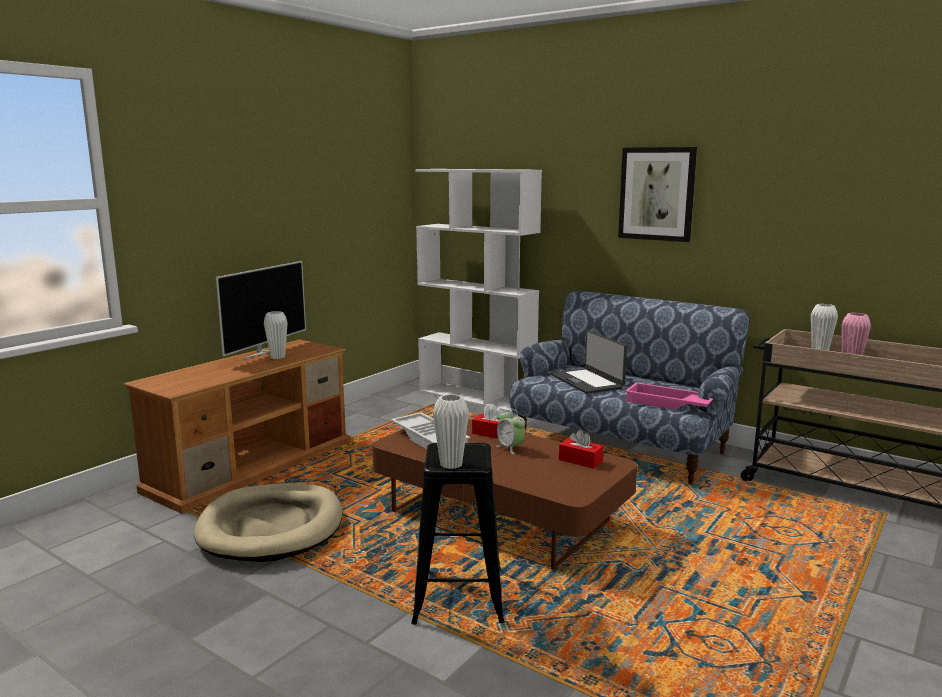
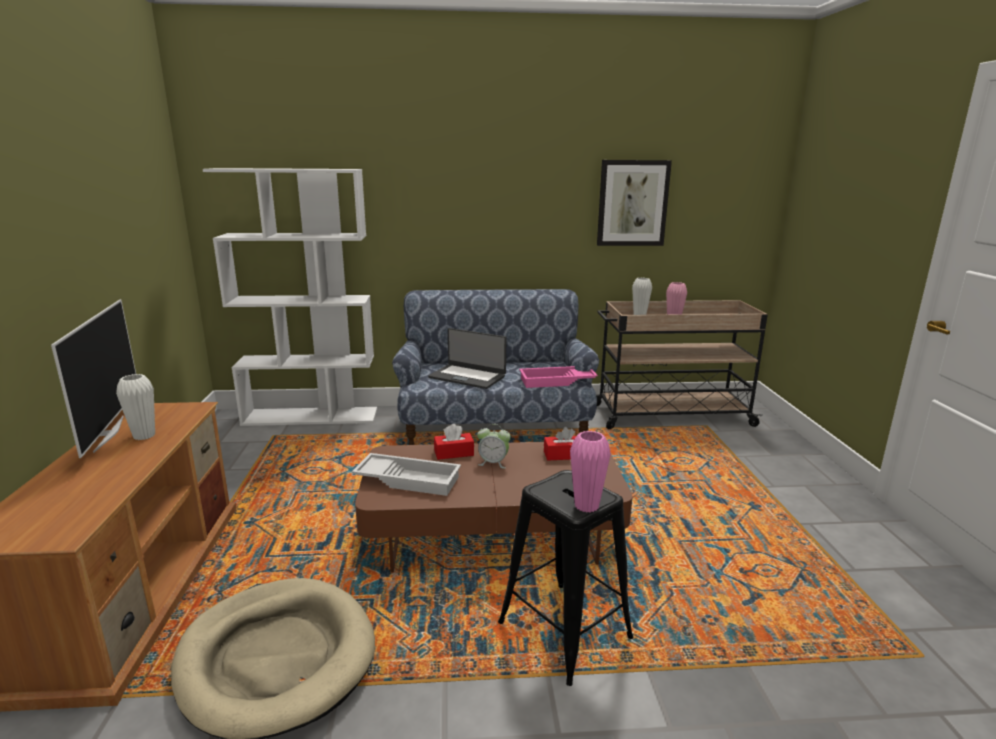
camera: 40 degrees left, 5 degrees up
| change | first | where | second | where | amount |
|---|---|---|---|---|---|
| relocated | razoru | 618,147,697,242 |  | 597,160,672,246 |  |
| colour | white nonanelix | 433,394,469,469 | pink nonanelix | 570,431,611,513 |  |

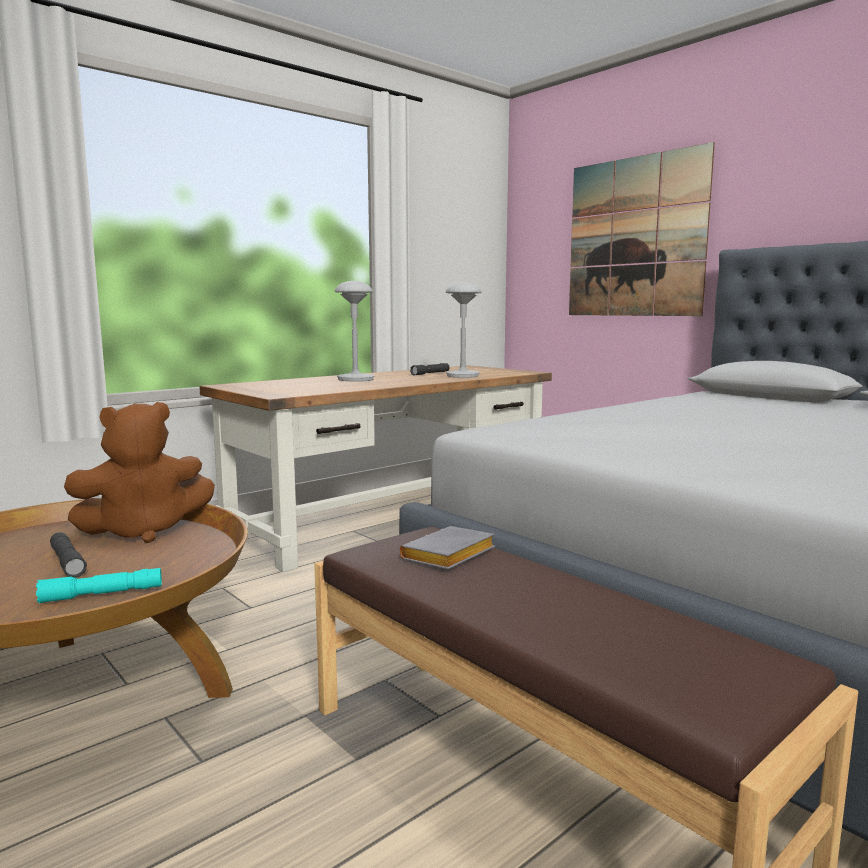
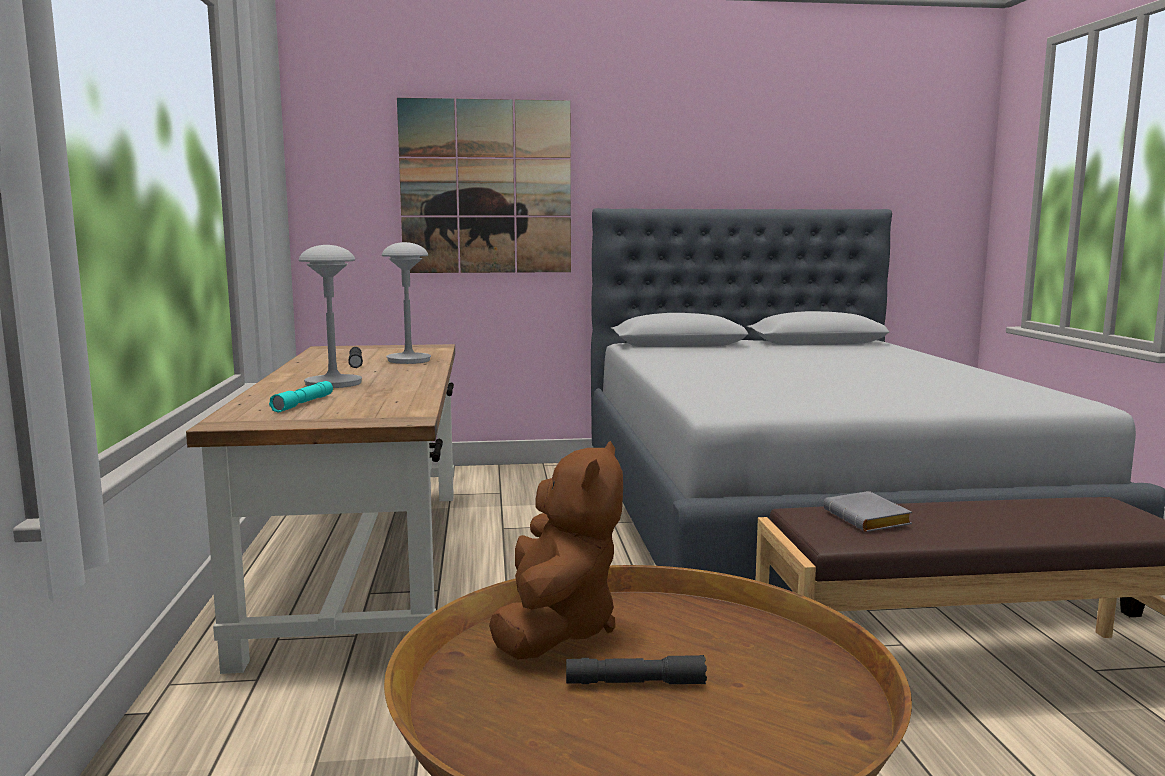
camera: 55 degrees left, 0 degrees up
| change | first | where | second | where | amount |
|---|---|---|---|---|---|
| relocated | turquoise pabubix | 36,568,162,603 |  | 269,381,333,413 |  |

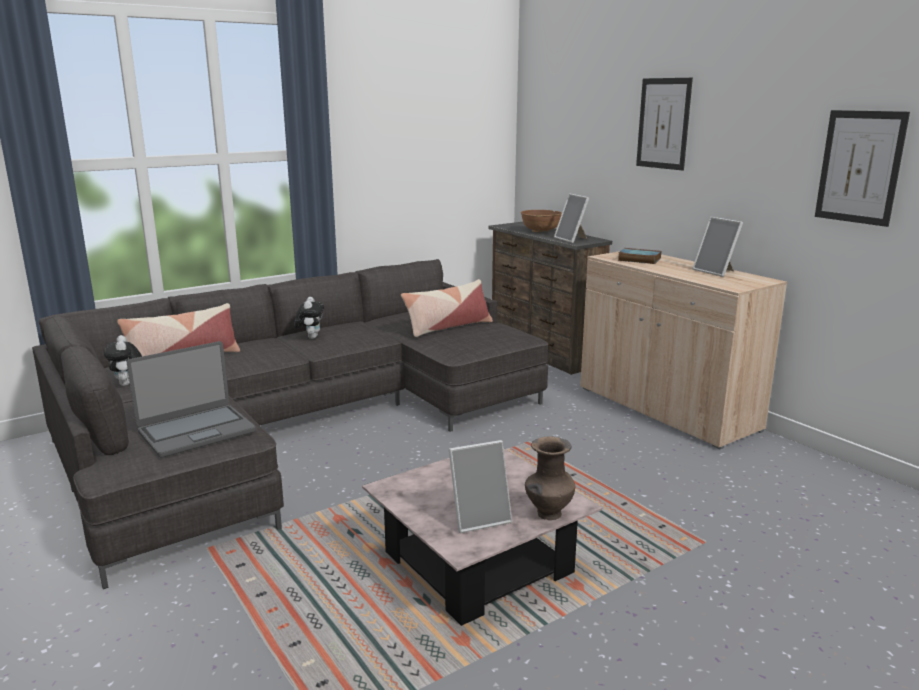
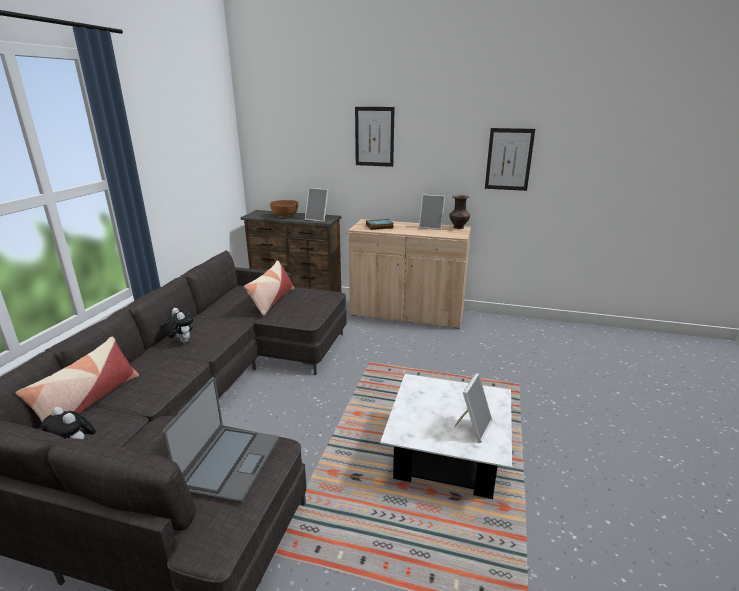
camera: 40 degrees left, 5 degrees up
| change | first | where | second | where | amount |
|---|---|---|---|---|---|
| relocated | brown nonanelix | 525,437,575,520 |  | 449,195,470,229 |  |
| colour | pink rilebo | 362,448,602,626 | white rilebo | 380,374,512,499 |  |

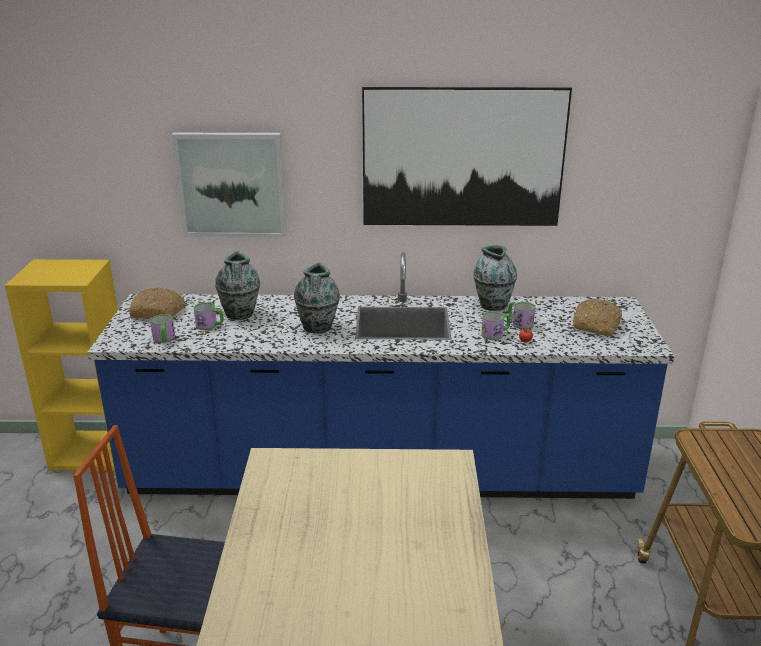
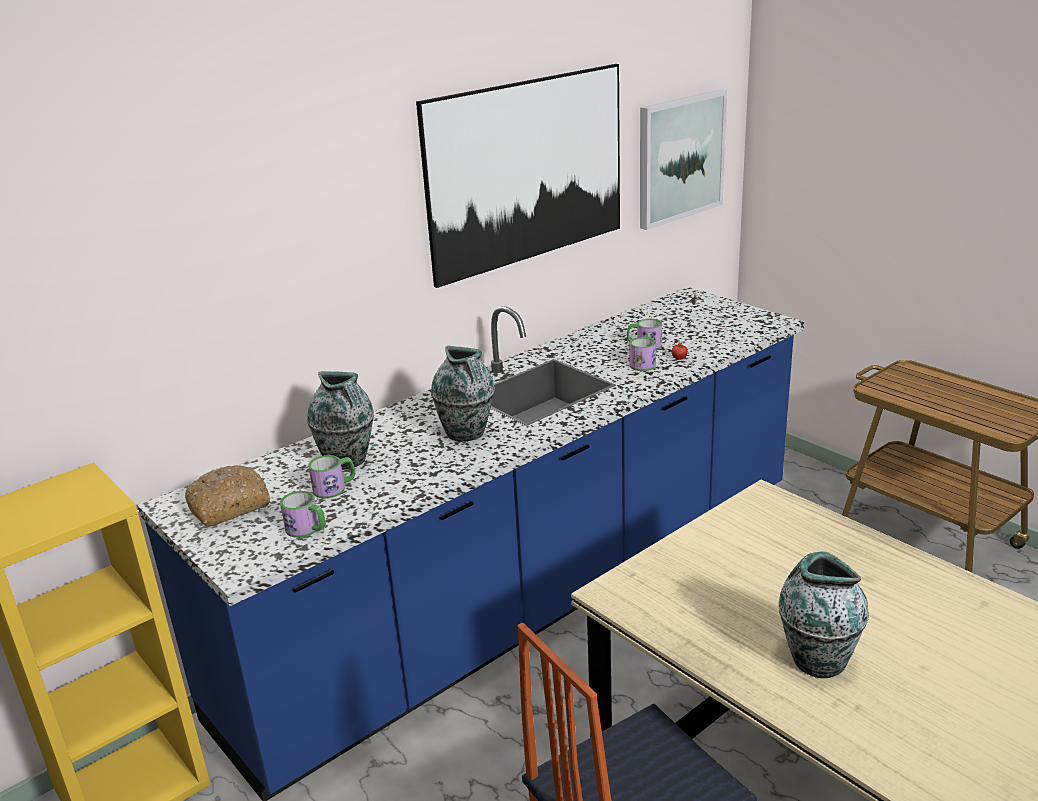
camera: 40 degrees left, 0 degrees up
| change | first | where | second | where | amount |
|---|---|---|---|---|---|
| relocated | razoru | 172,133,287,237 |  | 640,89,727,230 |  |
| relocated | nonanelix | 473,245,517,311 |  | 778,551,869,678 |  |
| missing | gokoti | 573,299,622,336 |  |  |  |

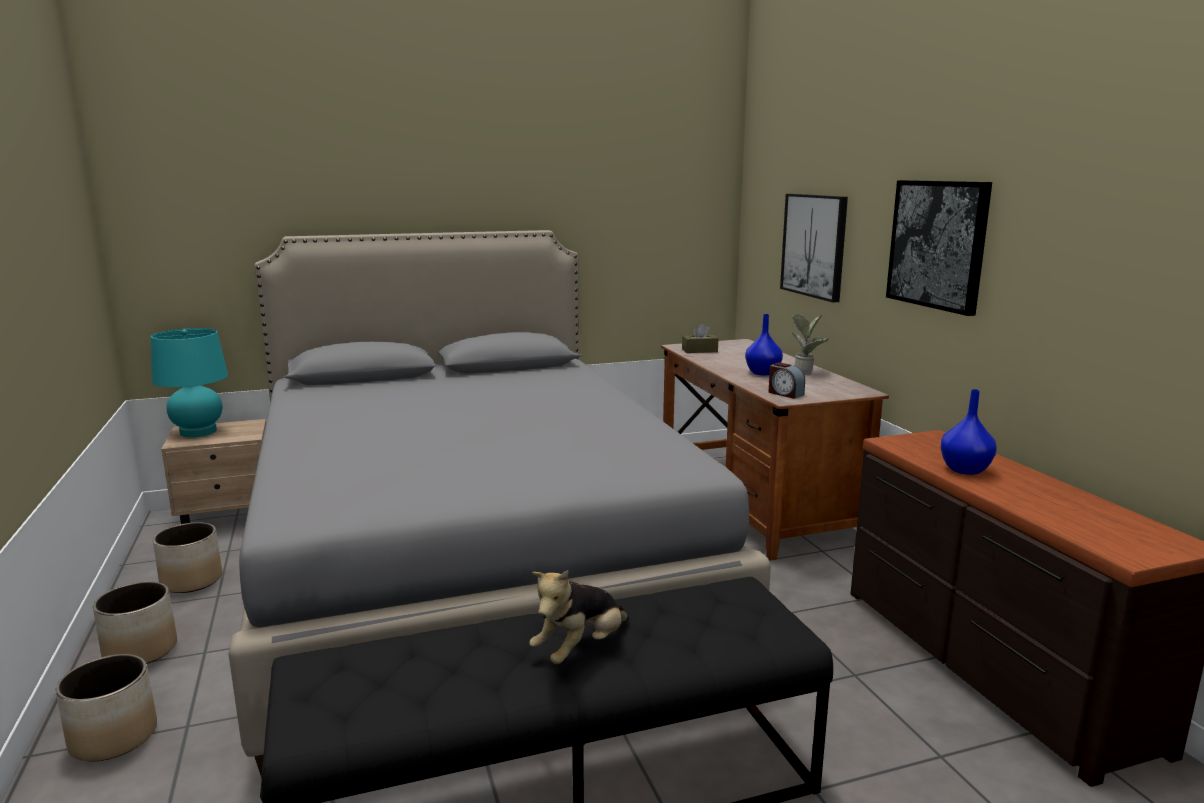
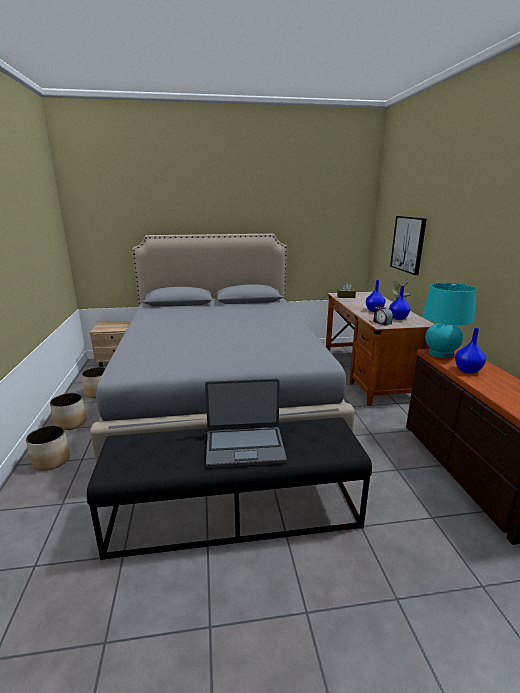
camera: 10 degrees right, 5 degrees up
| change | first | where | second | where | amount |
|---|---|---|---|---|---|
| missing | razoru | 886,180,992,316 |  |  |  |
| relocated | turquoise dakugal | 151,328,228,437 |  | 422,283,476,358 |  |
| exchanged | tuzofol | 529,570,629,664 | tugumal | 205,379,287,468 |  |
| appeared |  |  | blue nonanelix | 389,286,411,320 |  |

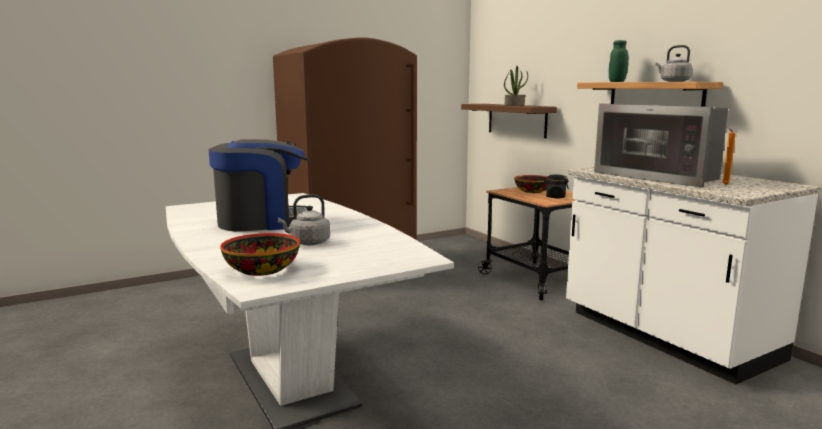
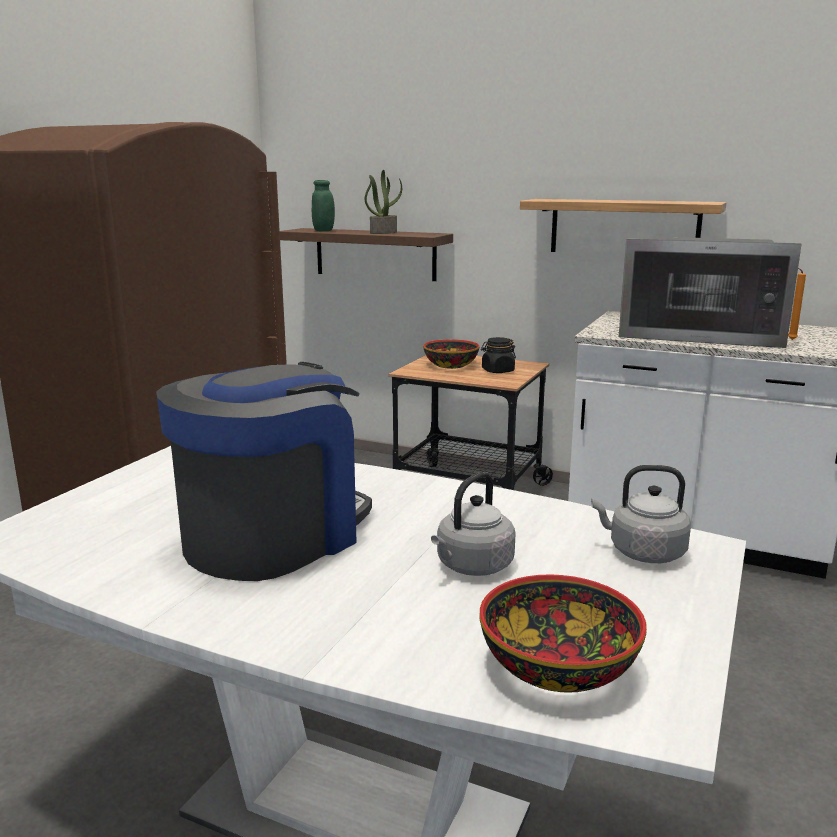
camera: 35 degrees left, 5 degrees up
| change | first | where | second | where | amount |
|---|---|---|---|---|---|
| relocated | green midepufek | 609,40,629,82 |  | 312,180,335,231 |  |
| relocated | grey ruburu | 656,45,692,82 |  | 591,465,691,563 |  |

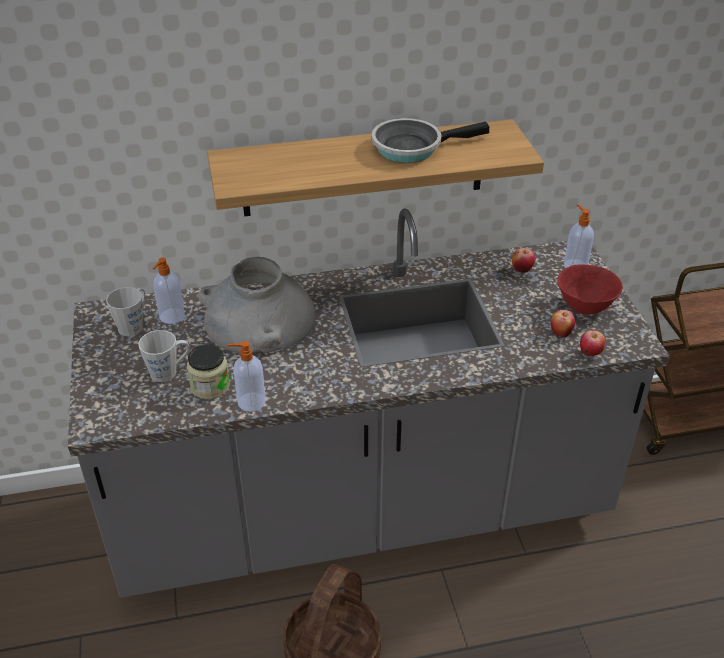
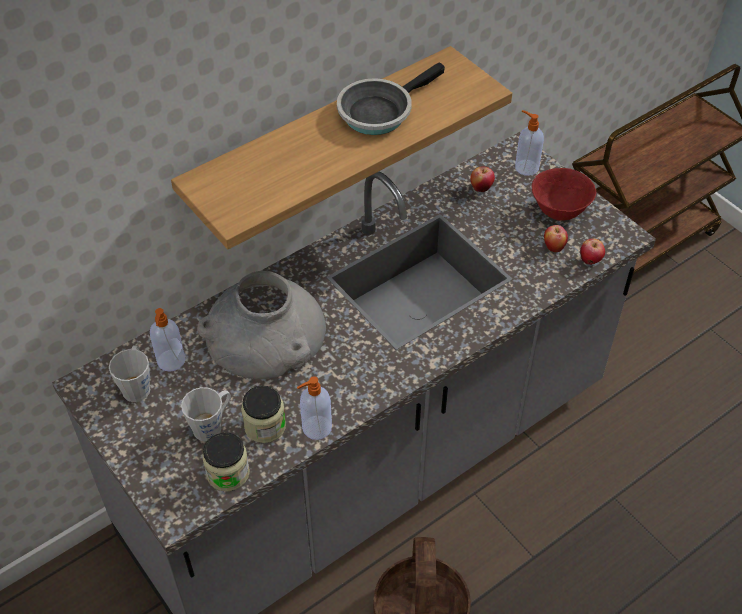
camera: 25 degrees left, 10 degrees up
| change | first | where | second | where | amount |
|---|---|---|---|---|---|
| appeared |  |  | midepufek | 202,433,250,491 |  |

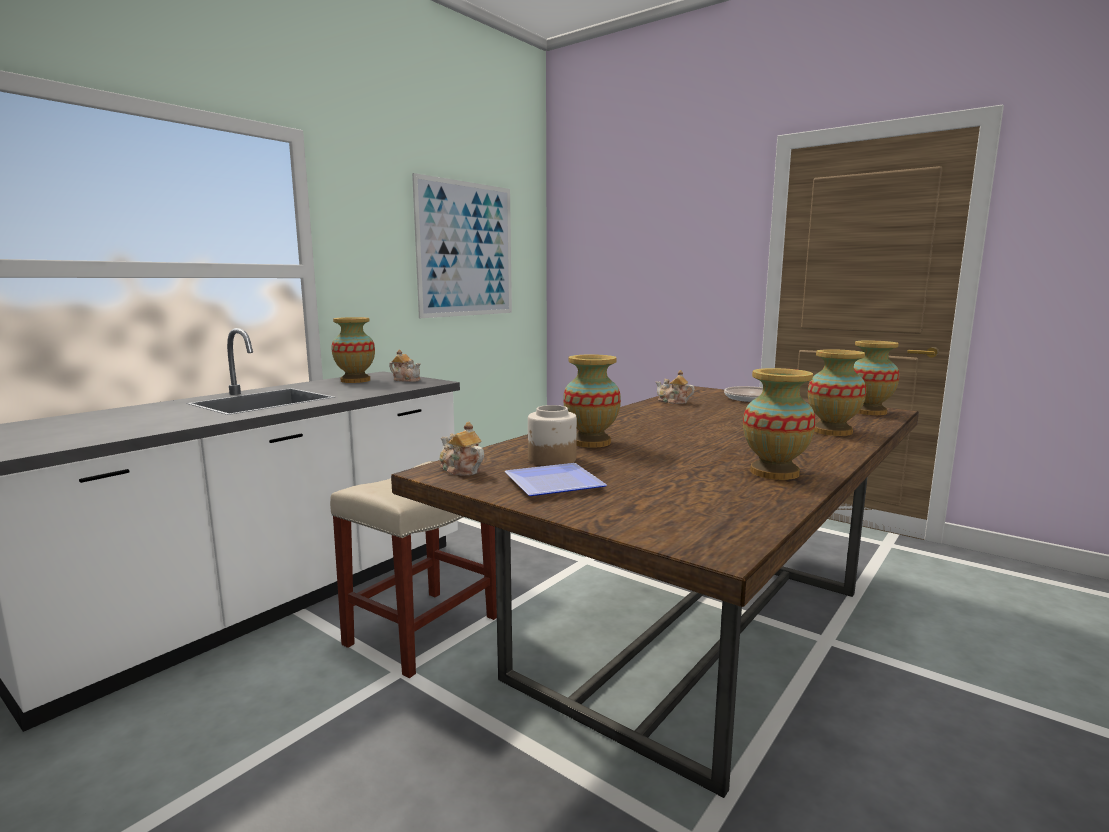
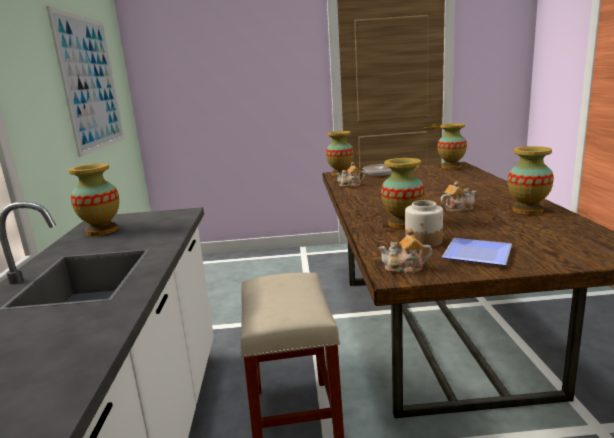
camera: 40 degrees left, 5 degrees up
| change | first | where | second | where | amount |
|---|---|---|---|---|---|
| relocated | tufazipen | 389,349,421,382 |  | 441,181,476,212 |  |
| relocated | nonanelix | 808,349,866,436 |  | 326,131,354,176 |  |

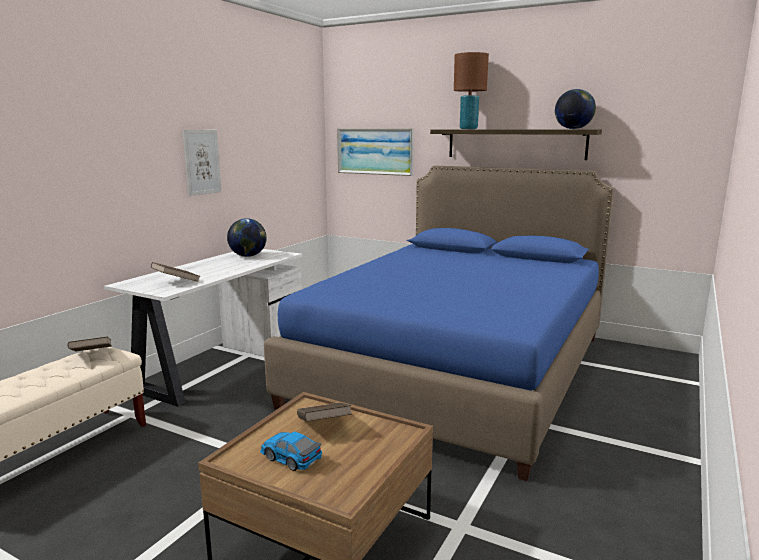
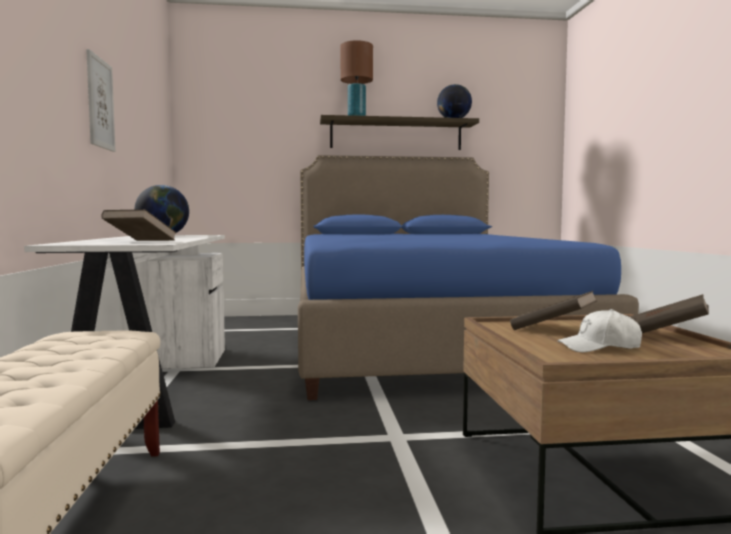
camera: 35 degrees left, 10 degrees down
| change | first | where | second | where | amount |
|---|---|---|---|---|---|
| missing | razoru | 337,129,414,176 |  |  |  |
| relocated | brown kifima | 67,337,111,352 |  | 630,294,709,333 |  |
| exchanged | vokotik | 260,431,322,471 | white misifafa | 558,309,642,352 |  |

